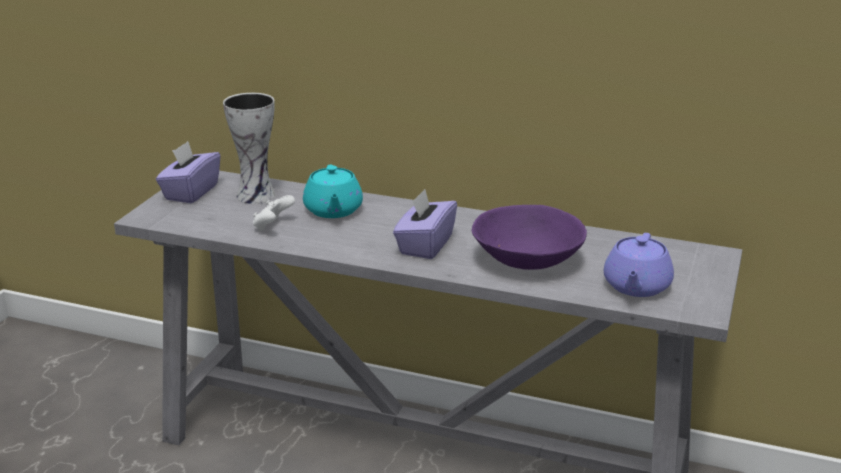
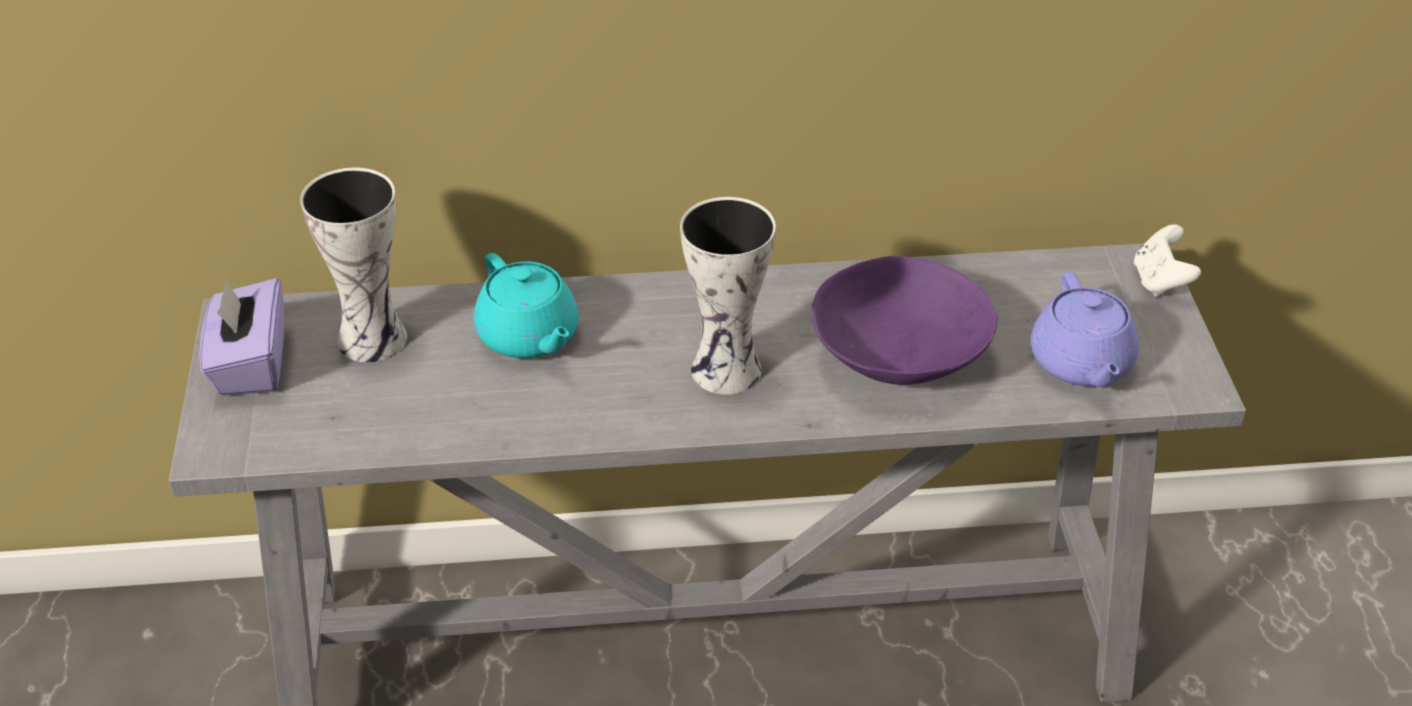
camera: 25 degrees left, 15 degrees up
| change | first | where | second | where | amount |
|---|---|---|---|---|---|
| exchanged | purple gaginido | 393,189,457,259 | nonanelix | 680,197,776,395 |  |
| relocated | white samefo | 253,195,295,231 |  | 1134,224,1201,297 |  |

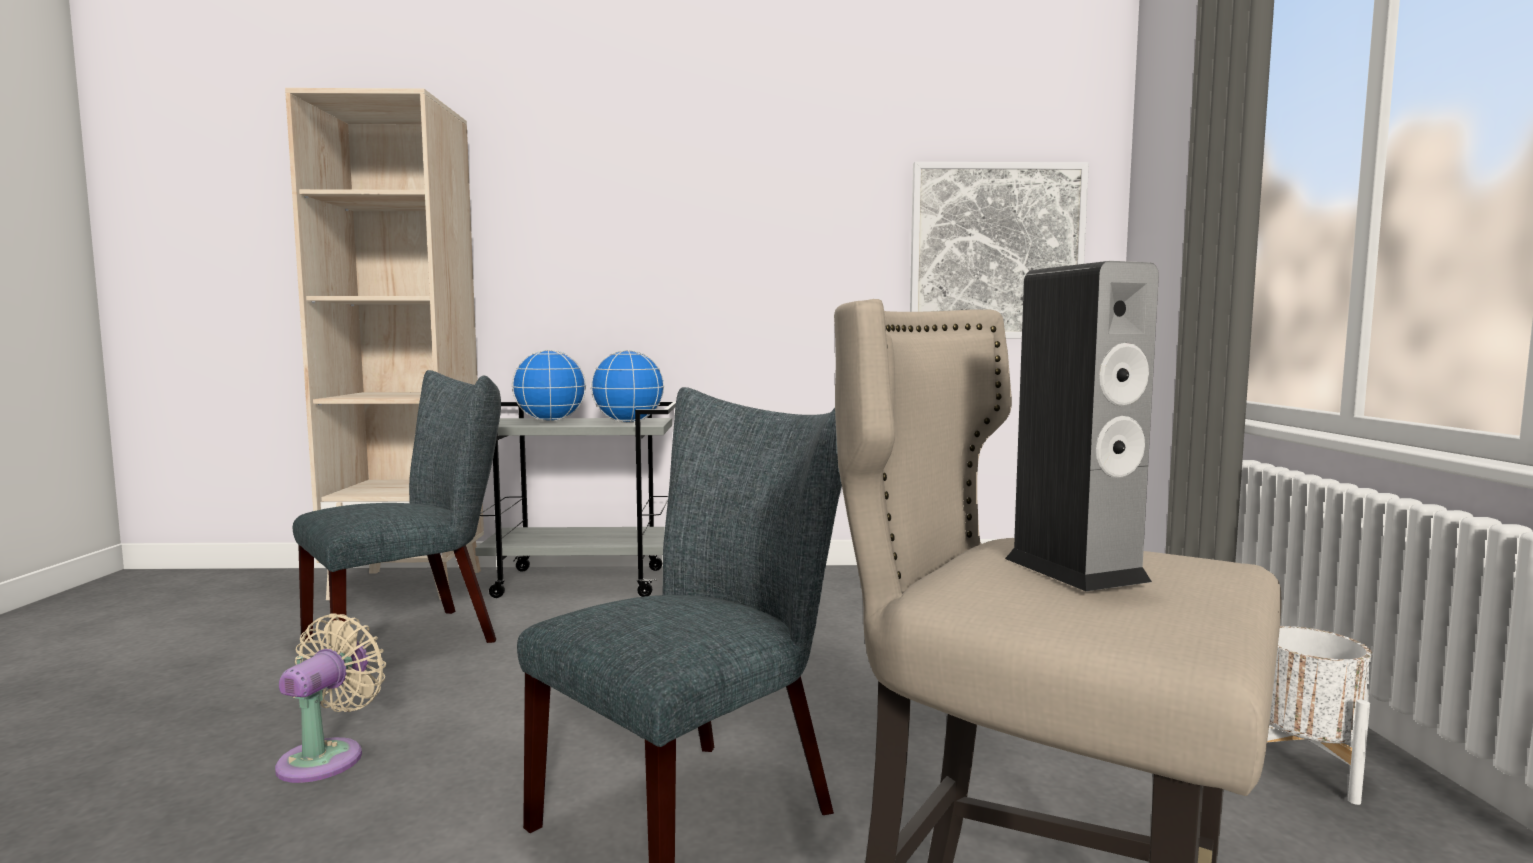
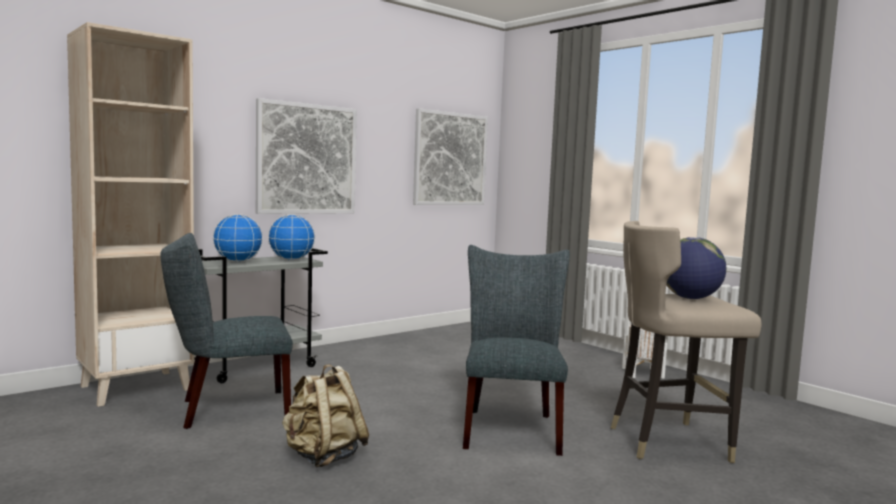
camera: 40 degrees left, 0 degrees up
| change | first | where | second | where | amount |
|---|---|---|---|---|---|
| exchanged | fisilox | 1005,261,1159,591 | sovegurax | 666,237,726,299 |  |
| spun | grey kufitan | 293,370,501,643 |  | 160,233,293,429 | 120 degrees counterclockwise |
| exchanged | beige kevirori | 275,614,386,783 | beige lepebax | 282,364,369,468 |  |
| appeared |  |  | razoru | 256,98,357,214 |  |

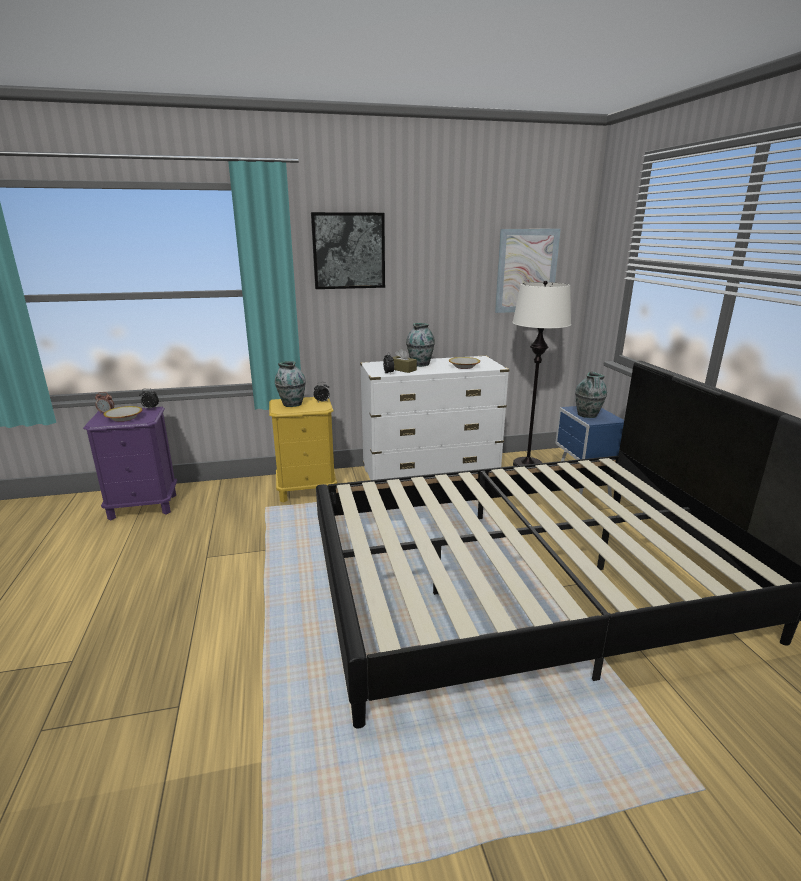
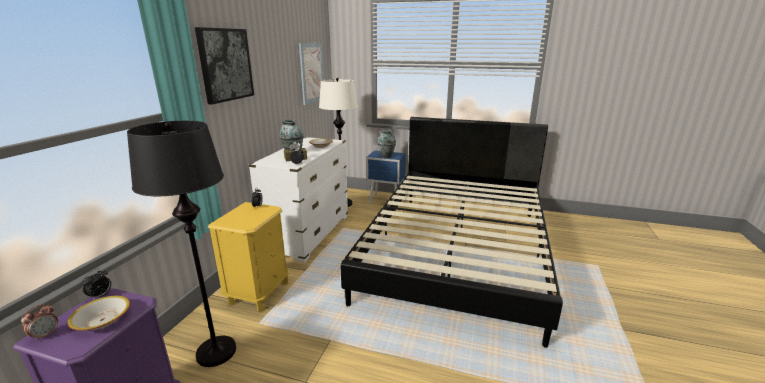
camera: 60 degrees left, 0 degrees up
| change | first | where | second | where | amount |
|---|---|---|---|---|---|
| missing | nonanelix | 275,361,306,407 |  |  |  |
| appeared |  |  | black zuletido | 127,121,236,367 |  |

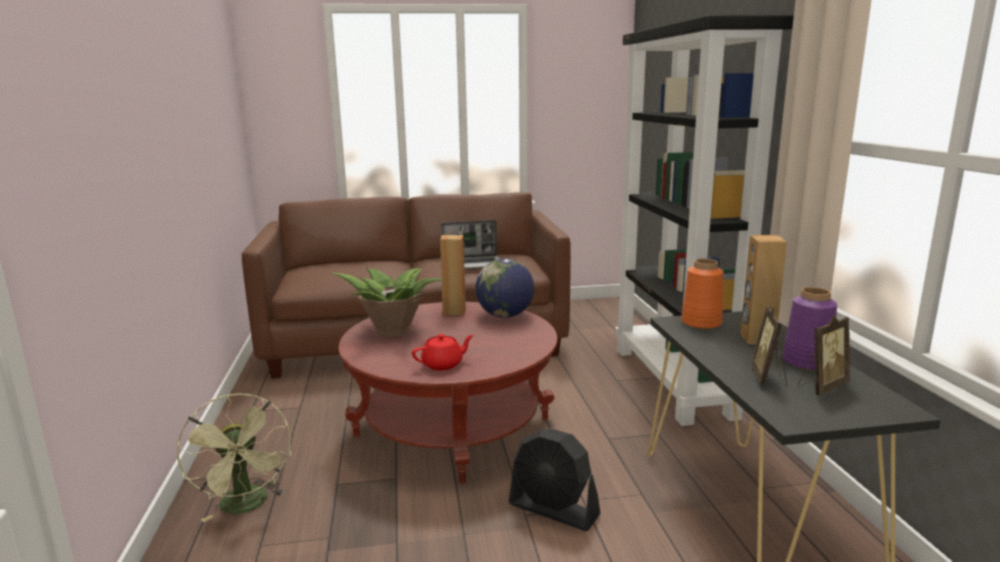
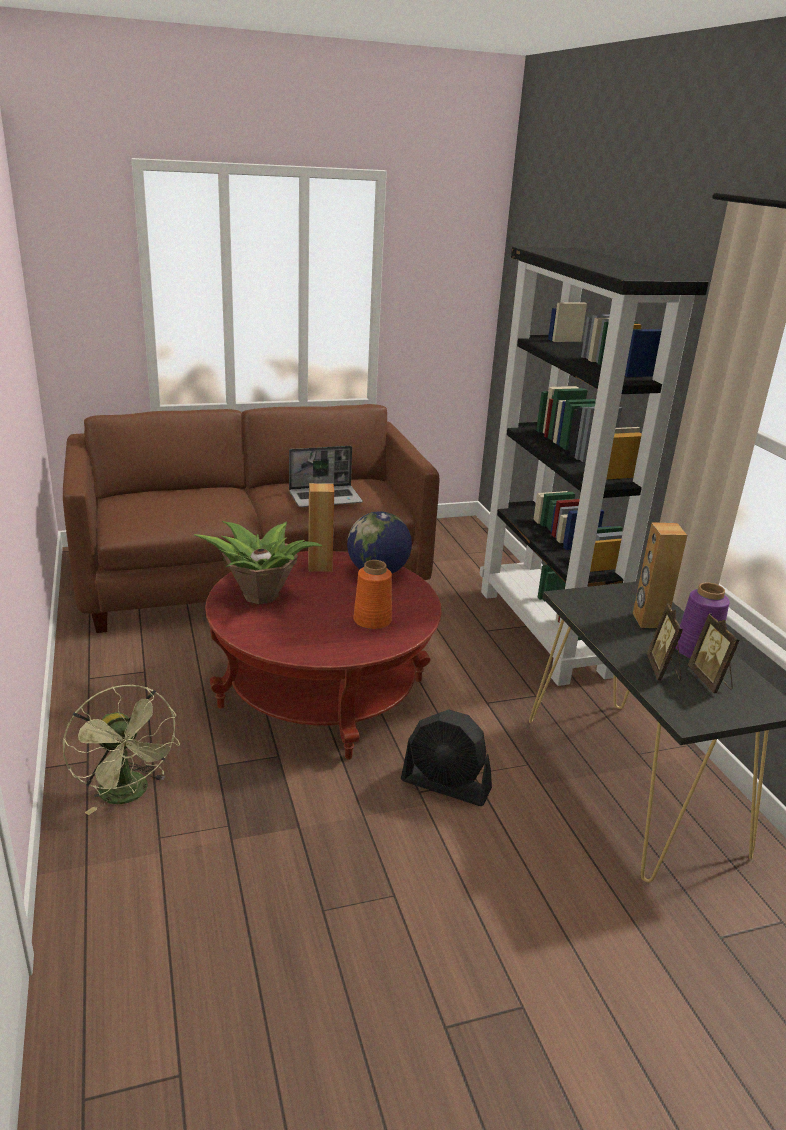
camera: 10 degrees left, 10 degrees up
| change | first | where | second | where | amount |
|---|---|---|---|---|---|
| relocated | orange nonanelix | 681,258,724,329 |  | 353,560,392,629 |  |
| spun | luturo | 798,315,850,396 |  | 688,614,740,693 | 120 degrees clockwise |
| missing | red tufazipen | 412,334,474,370 |  |  |  |

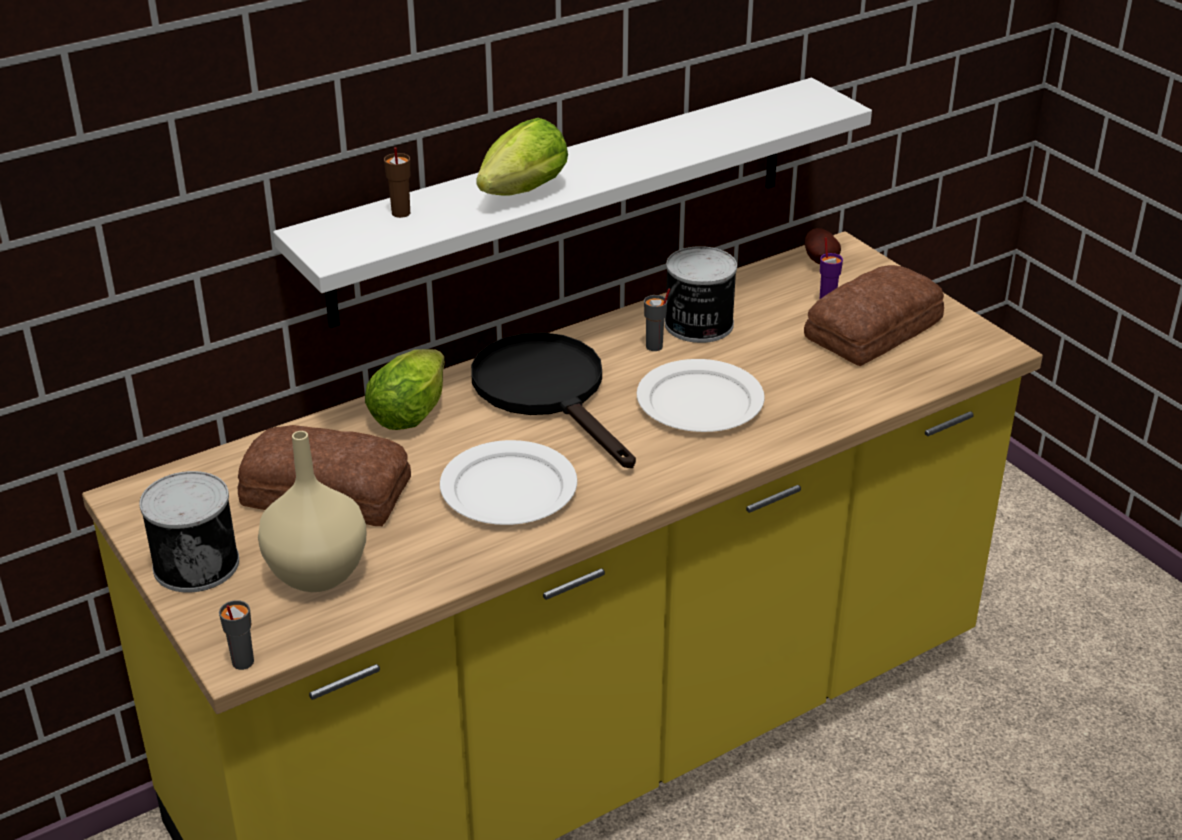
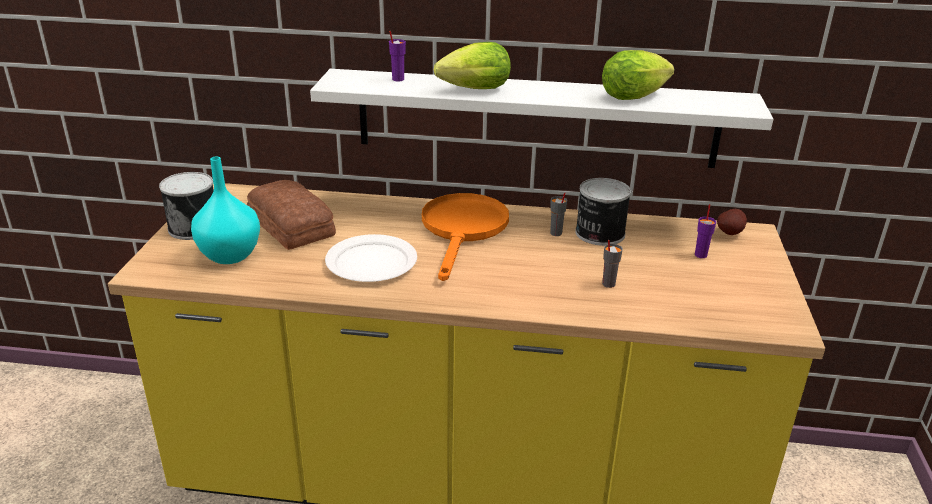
camera: 40 degrees right, 5 degrees down
| change | first | where | second | where | amount |
|---|---|---|---|---|---|
| colour | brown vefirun | 384,147,410,218 | purple vefirun | 389,31,406,81 |  |
| missing | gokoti | 804,265,944,366 |  |  |  |
| colour | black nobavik | 471,332,636,468 | orange nobavik | 422,193,509,281 |  |
| relocated | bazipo | 365,349,445,430 |  | 602,50,674,100 |  |
| missing | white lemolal | 637,359,765,432 |  |  |  |
| colour | beige nonanelix | 258,431,367,592 | turquoise nonanelix | 191,157,260,264 |  |
| relocated | grey vefirun | 219,600,254,670 |  | 602,240,623,288 |  |

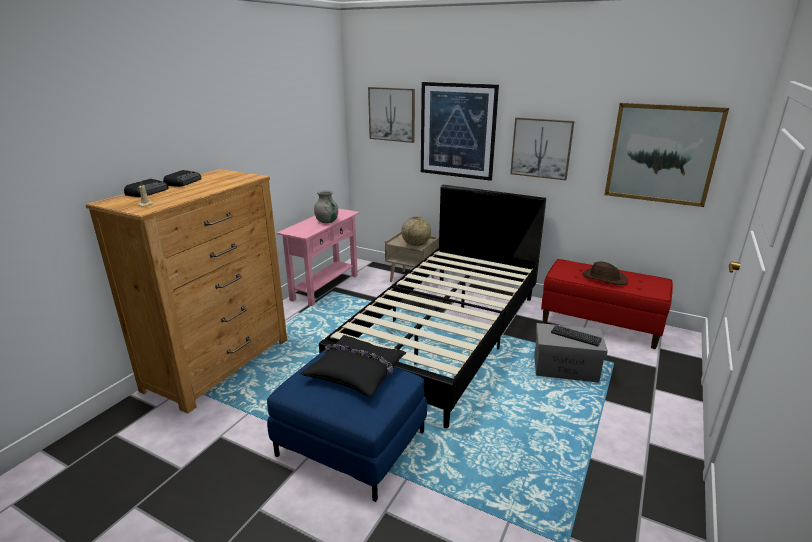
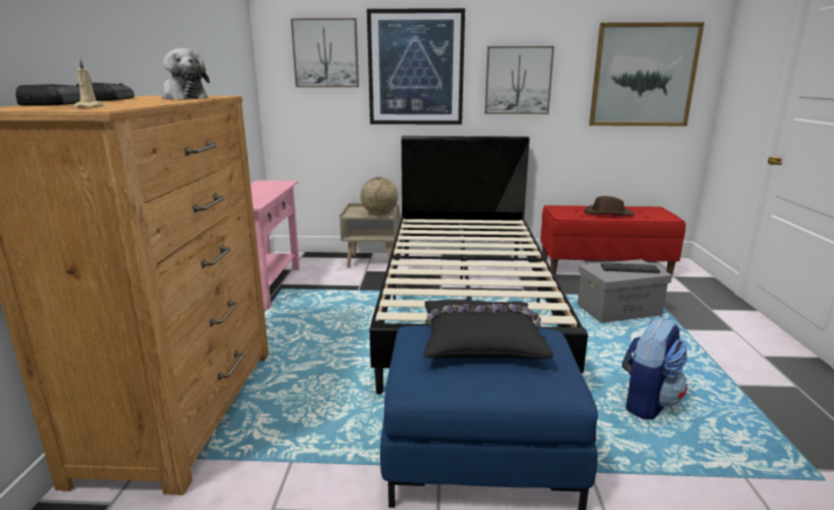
camera: 25 degrees left, 5 degrees down
| change | first | where | second | where | amount |
|---|---|---|---|---|---|
| missing | grey nonanelix | 314,190,338,223 |  |  |  |
| appeared |  |  | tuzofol | 162,48,210,100 |  |
| appeared |  |  | lepebax | 622,318,688,420 |  |

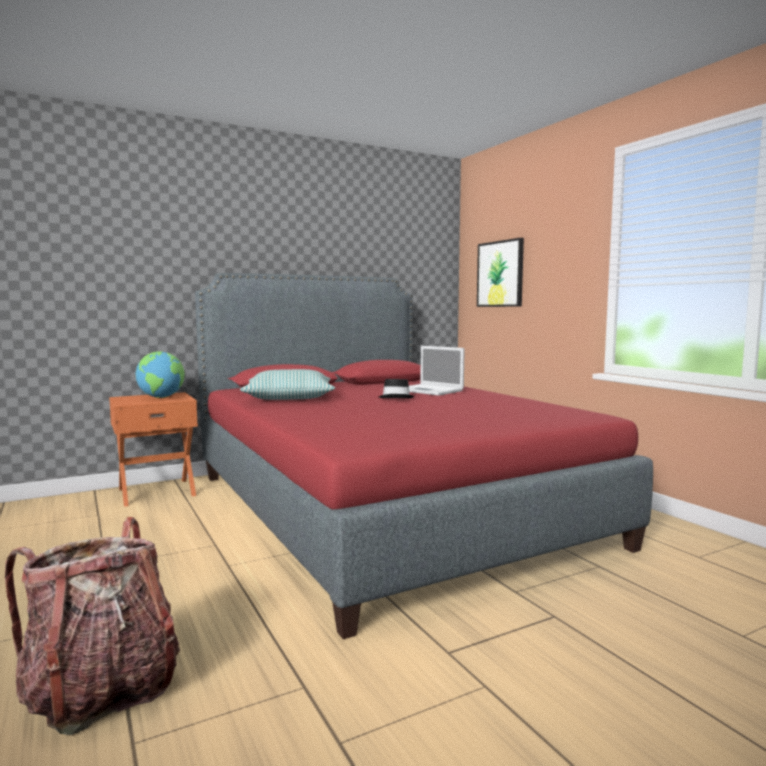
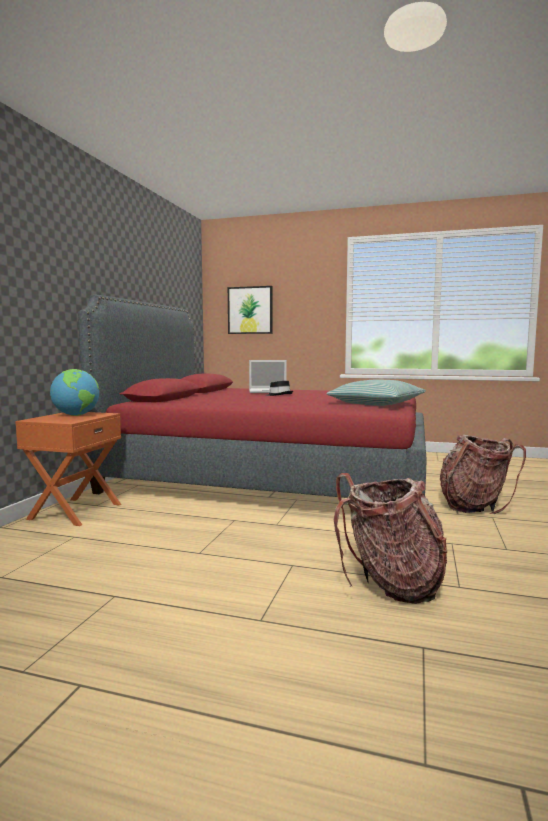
camera: 45 degrees left, 0 degrees up
| change | first | where | second | where | amount |
|---|---|---|---|---|---|
| relocated | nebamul | 240,369,335,400 |  | 326,380,426,406 |  |
| appeared |  |  | lepebax | 440,435,526,514 |  |

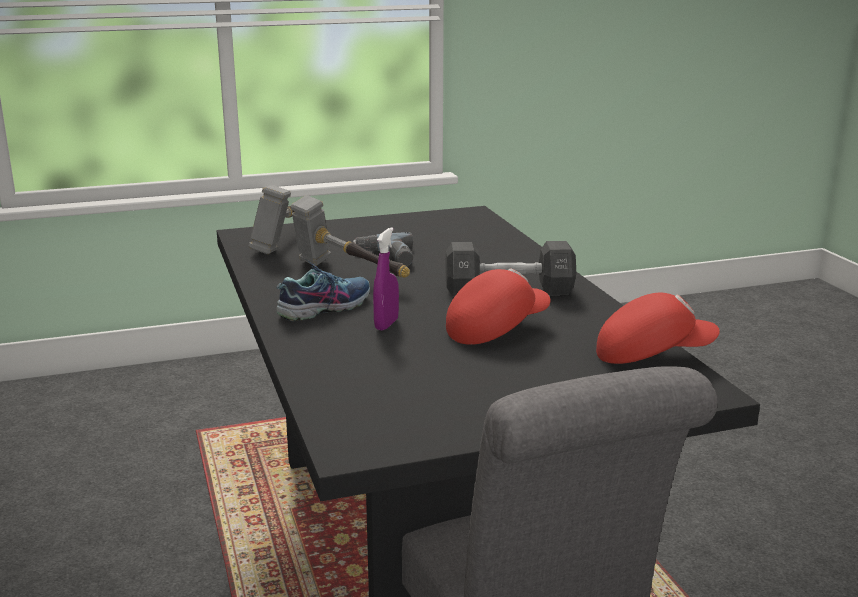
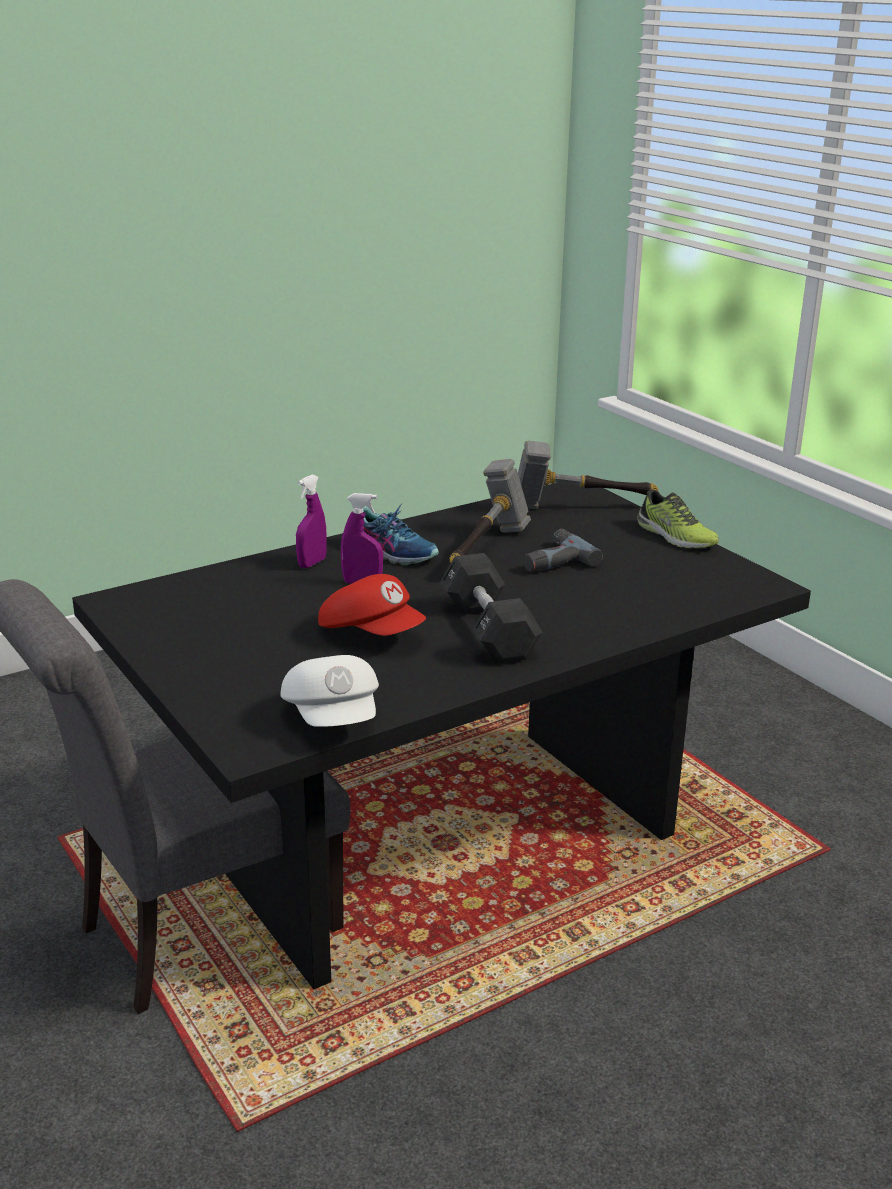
camera: 75 degrees right, 5 degrees up
| change | first | where | second | where | amount |
|---|---|---|---|---|---|
| colour | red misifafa | 596,293,720,364 | white misifafa | 280,655,379,727 |  |
| appeared |  |  | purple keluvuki | 296,475,327,568 |  |
| appeared |  |  | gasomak | 637,490,719,548 |  |

